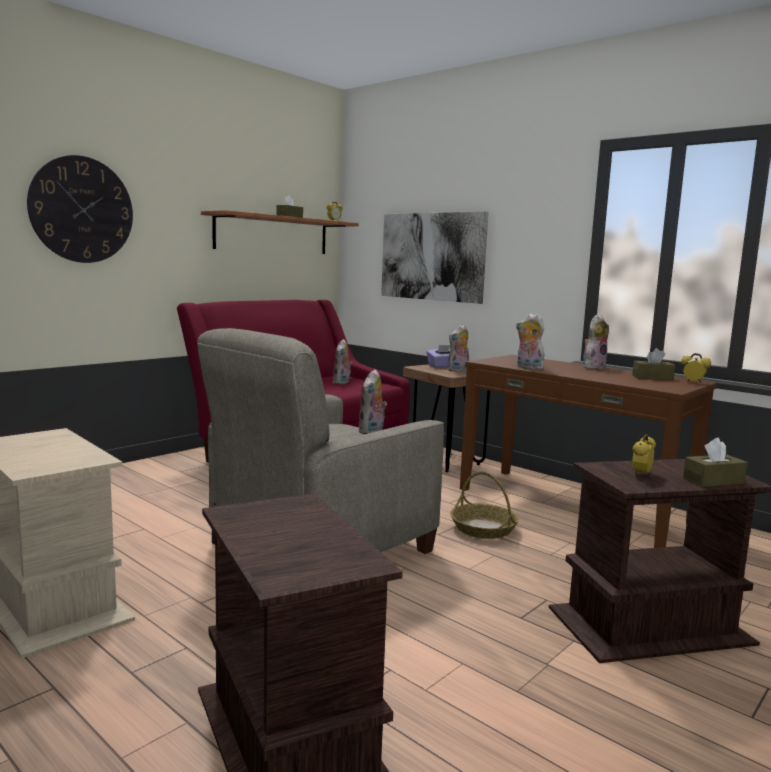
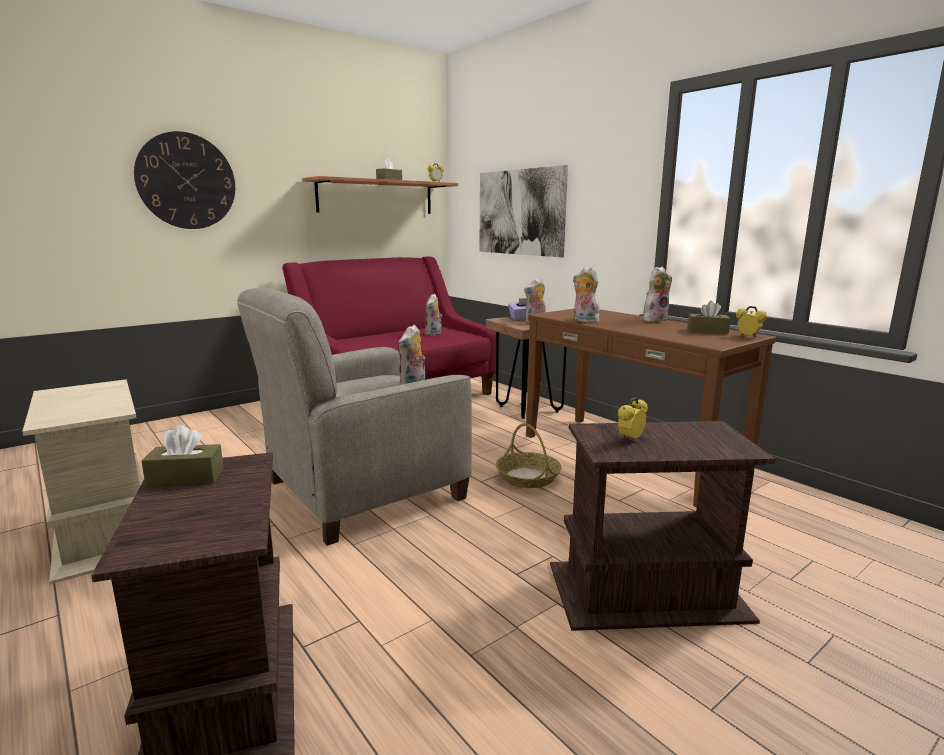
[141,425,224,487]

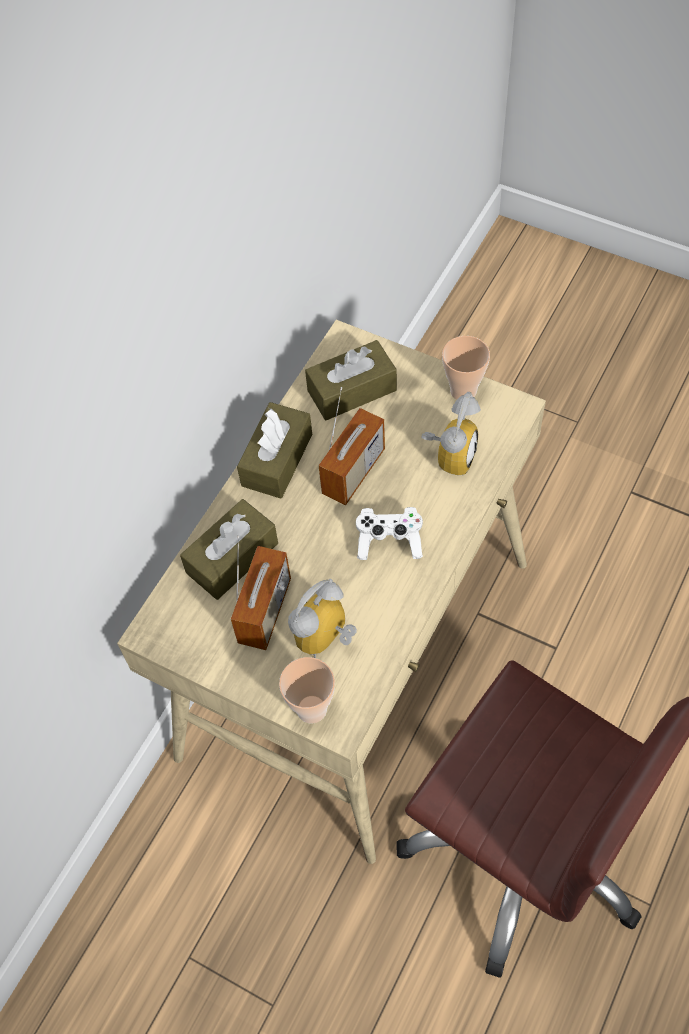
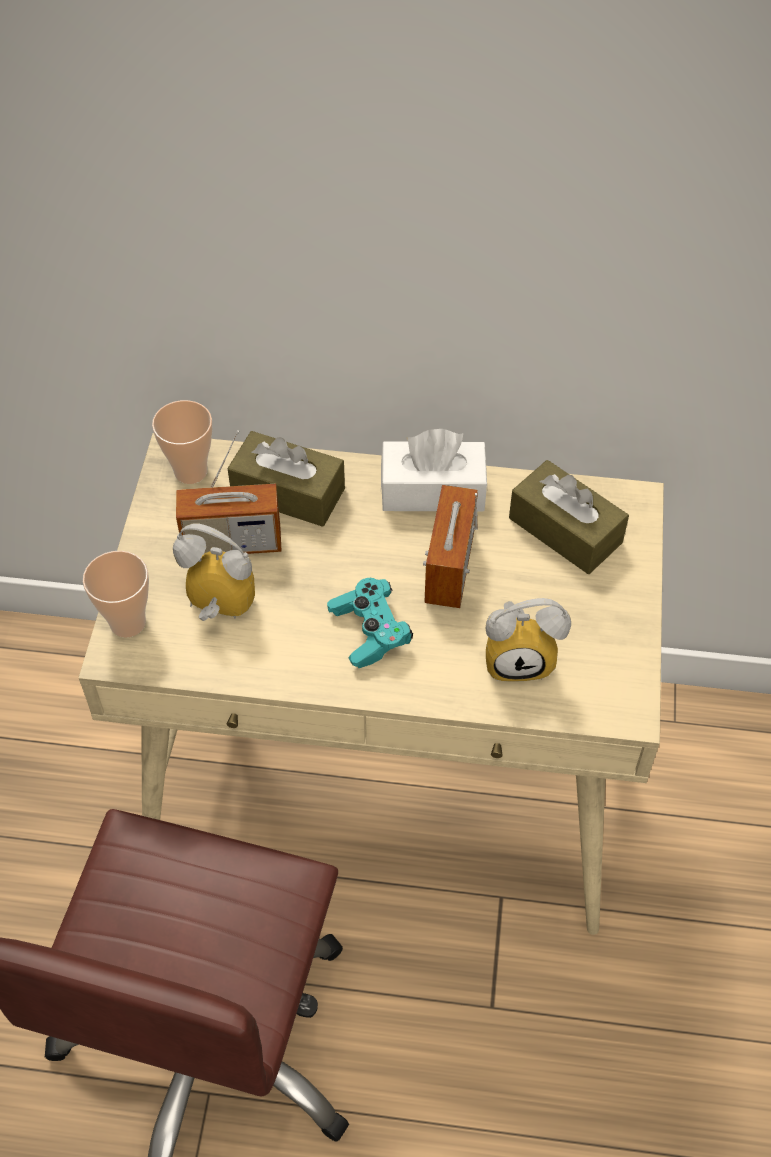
[152,400,213,484]
[423,485,478,608]
[381,429,487,512]
[327,578,413,668]

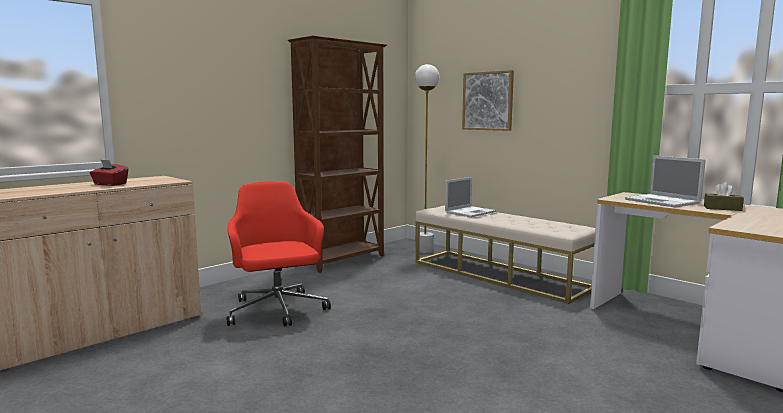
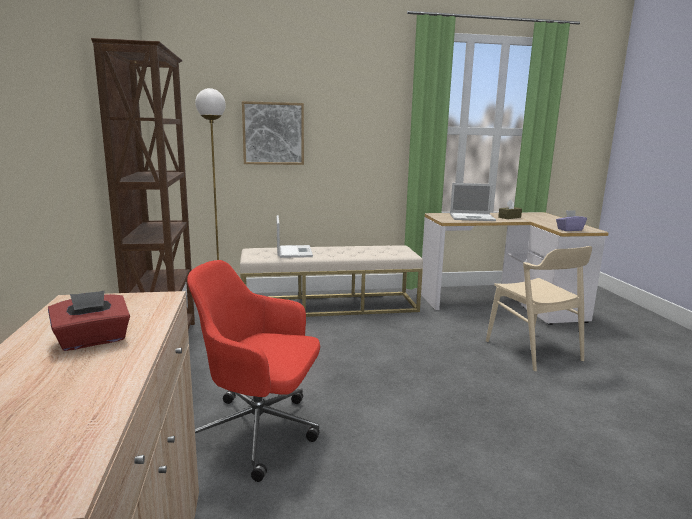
[556,210,587,231]
[486,246,592,371]

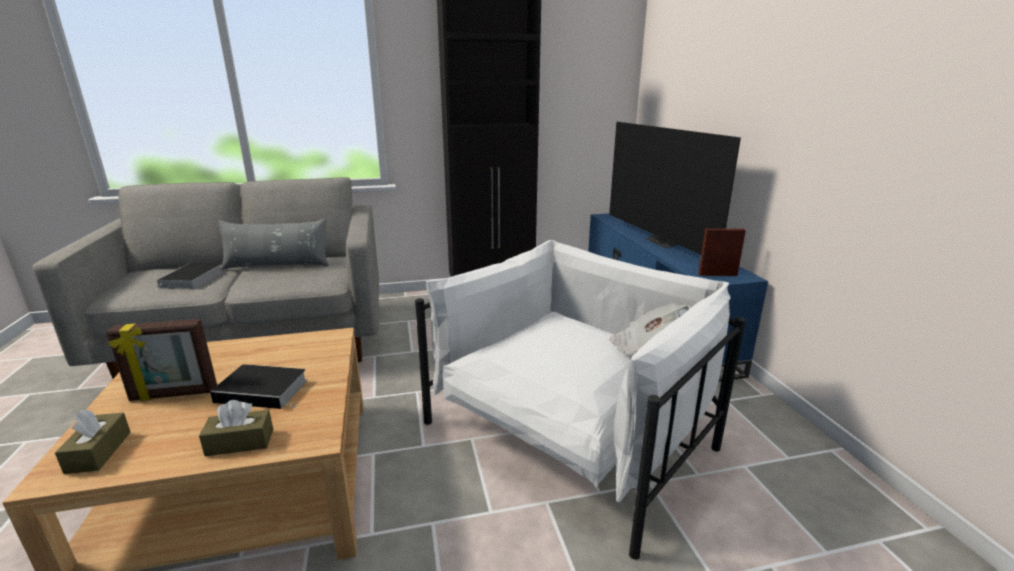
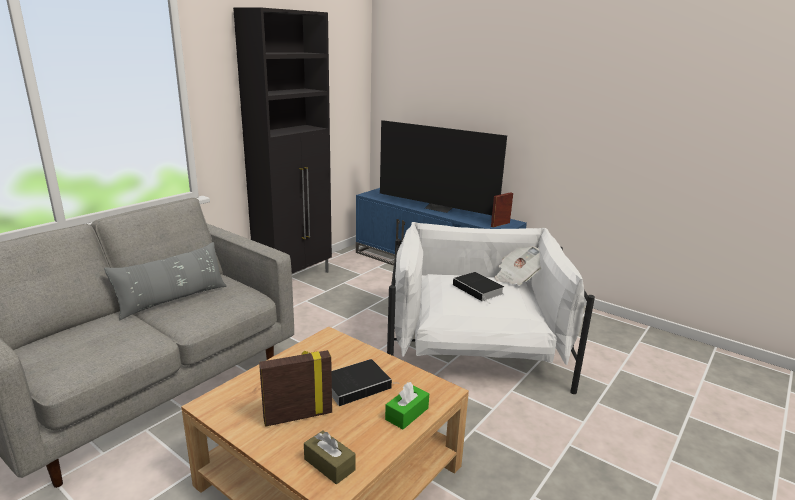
[453,272,504,304]
[259,350,332,427]
[385,382,429,430]

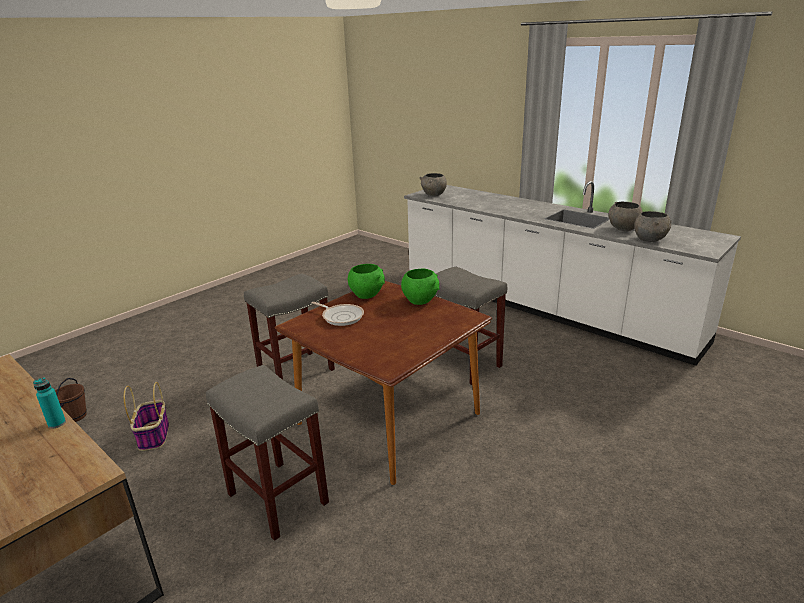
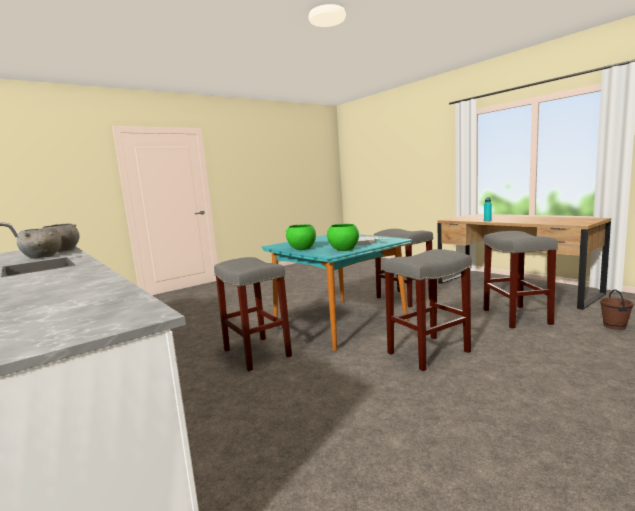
[420,173,447,196] (first image)
[261,234,412,351]
[484,231,558,328]

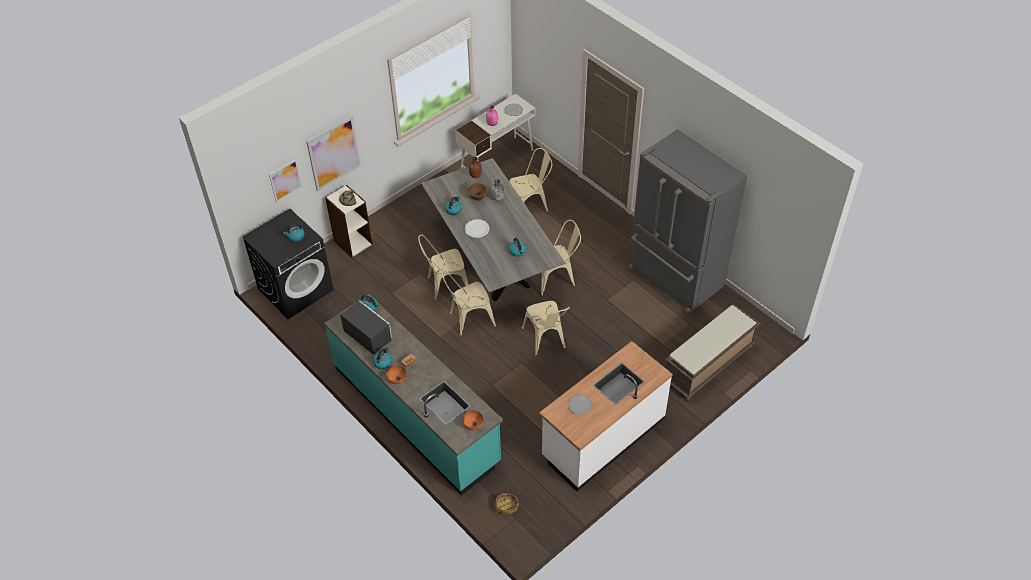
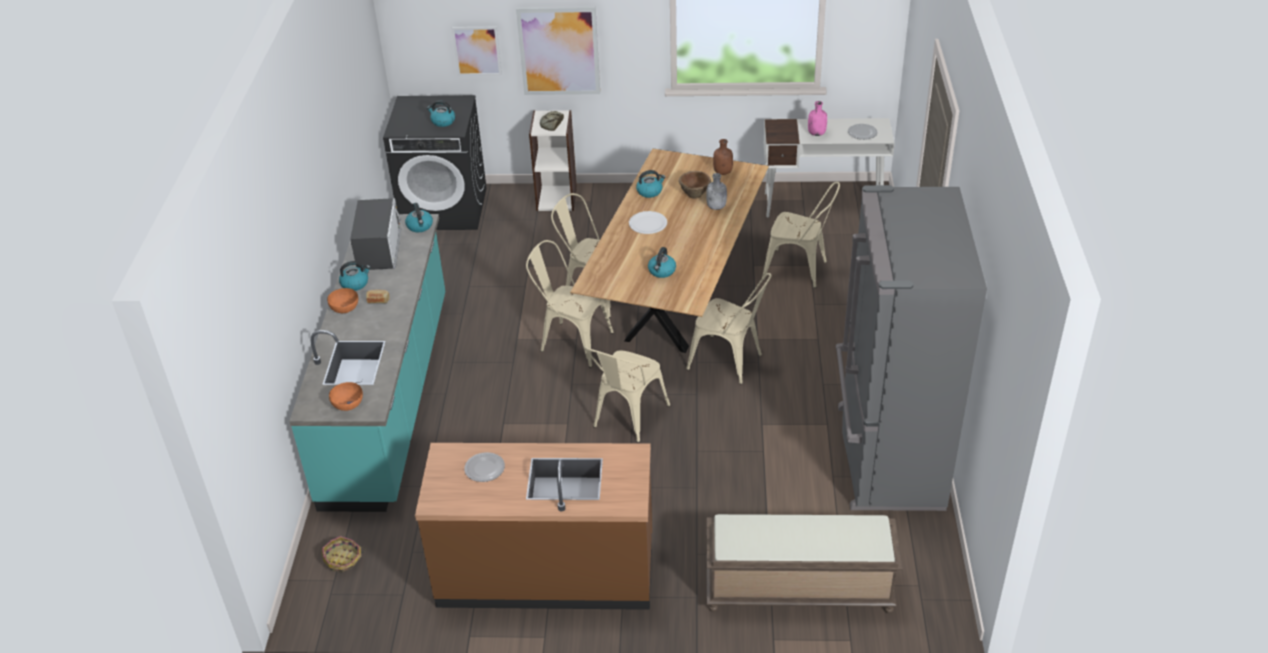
[570,148,769,353]
[415,443,652,610]

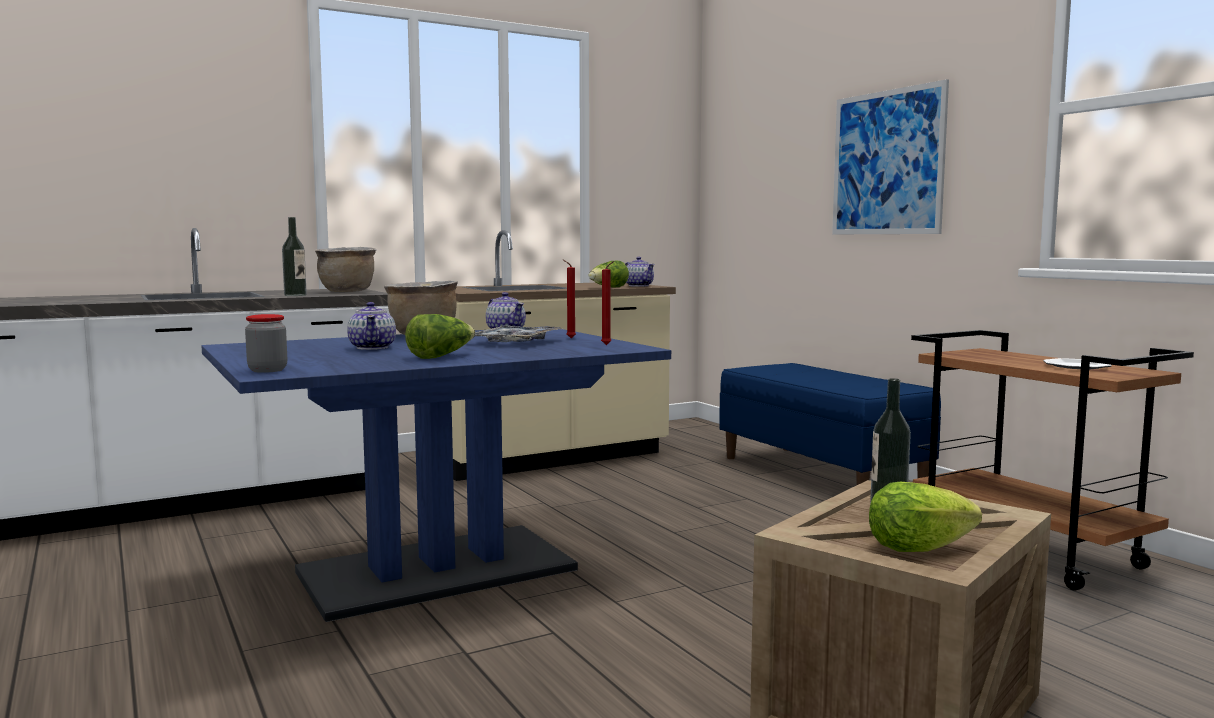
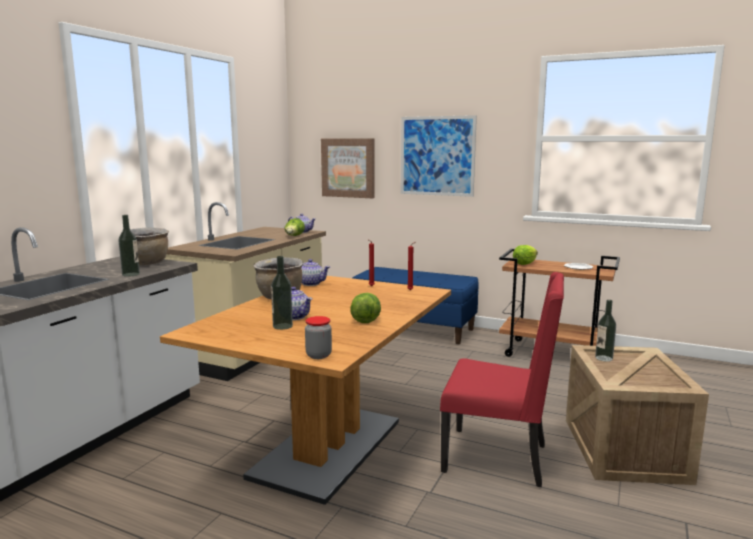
[474,325,562,342] (first image)
[160,276,451,505]
[513,245,538,265]
[321,138,374,198]
[271,256,293,330]
[440,272,564,487]

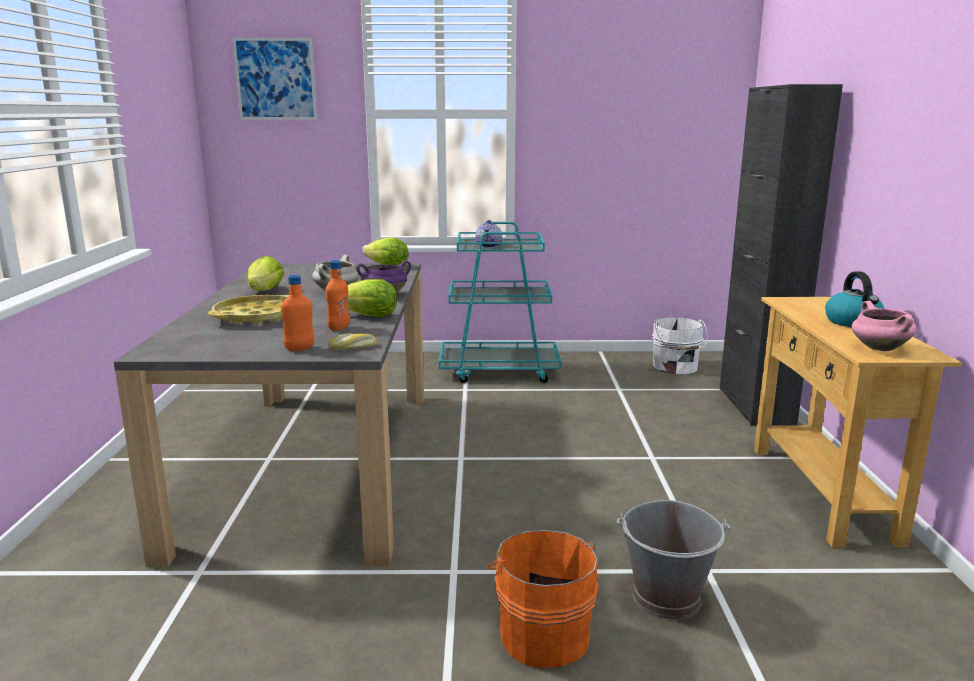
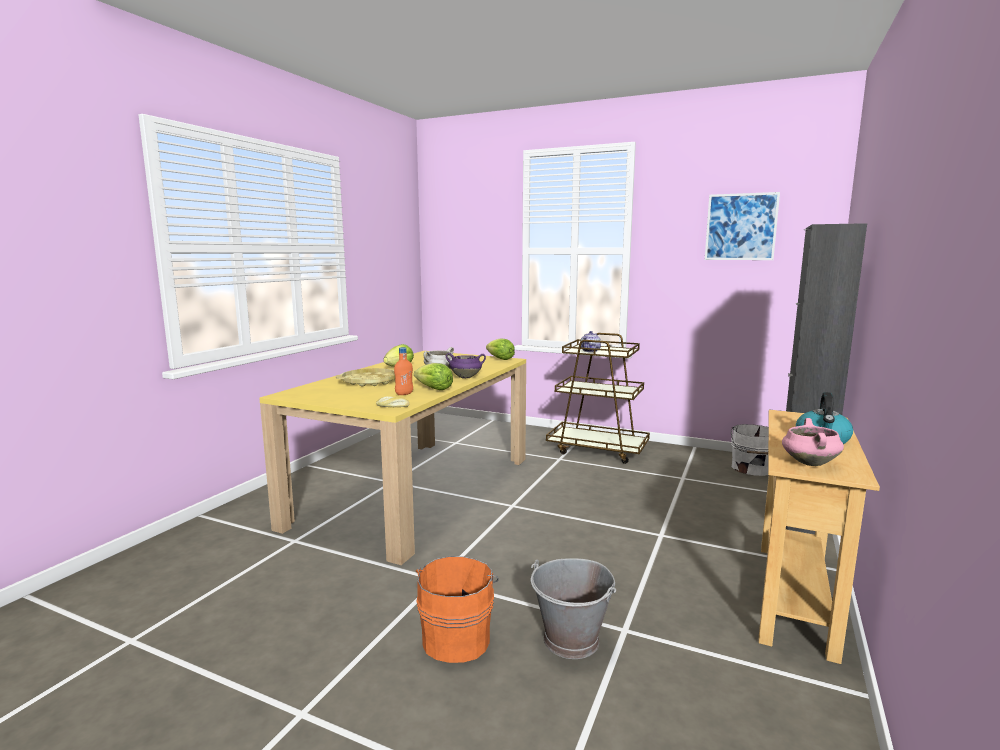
[705,192,780,260]
[546,333,650,464]
[259,351,526,565]
[281,275,315,351] (first image)

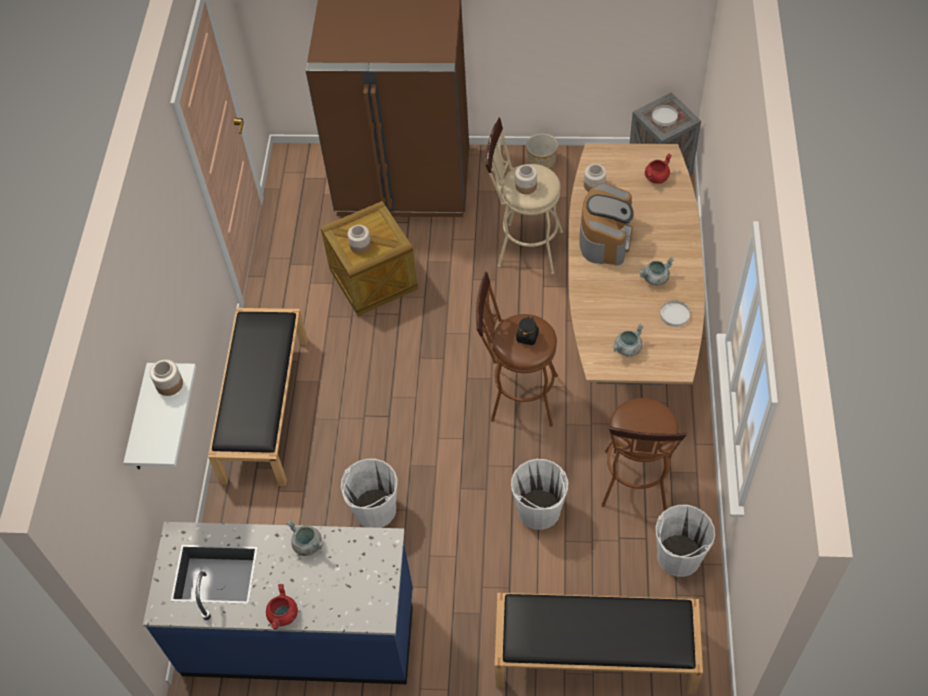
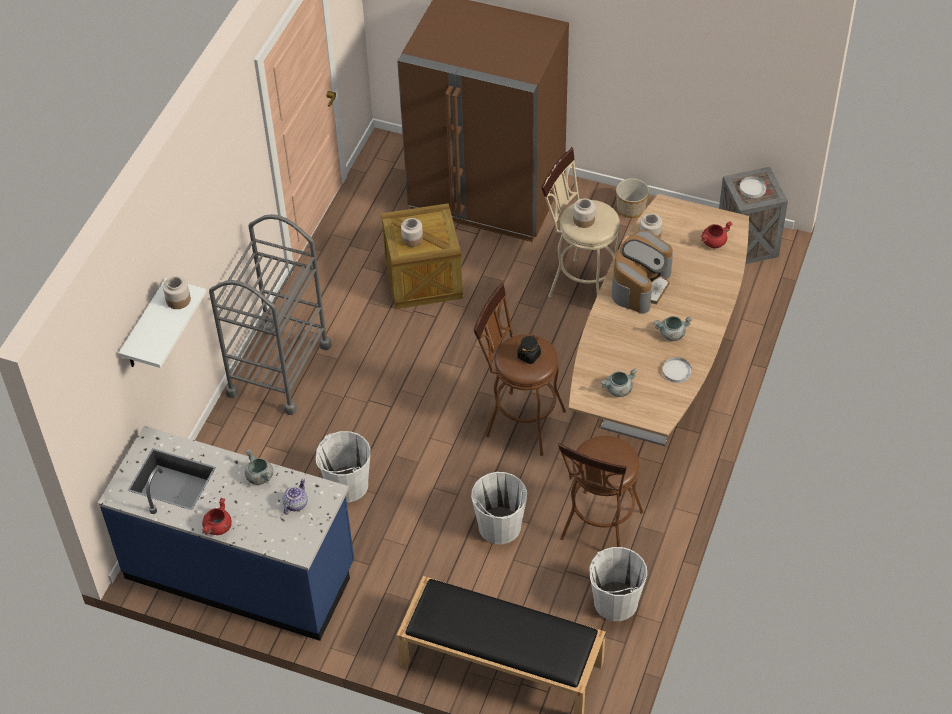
[209,214,331,415]
[283,479,307,515]

